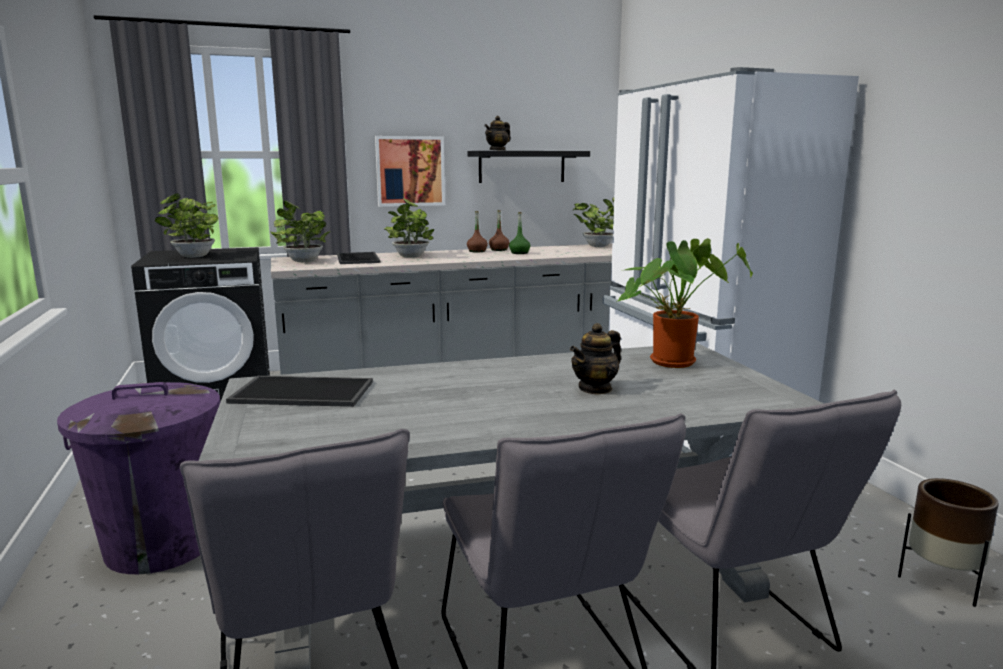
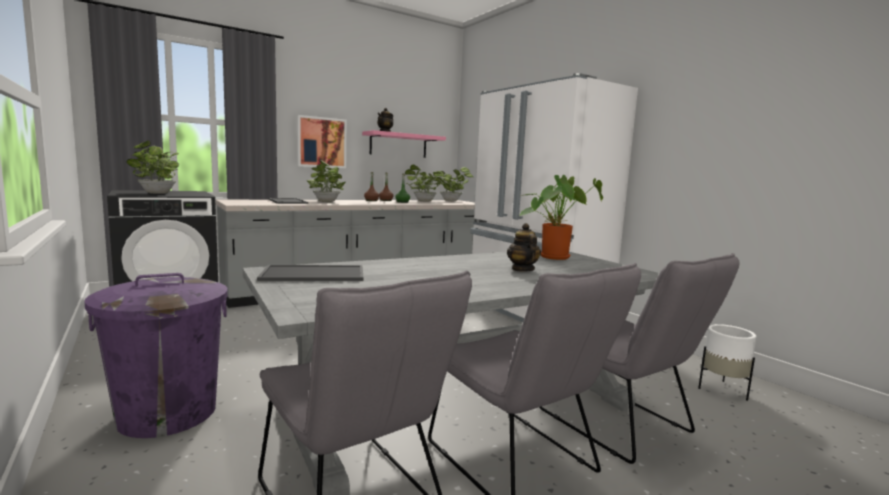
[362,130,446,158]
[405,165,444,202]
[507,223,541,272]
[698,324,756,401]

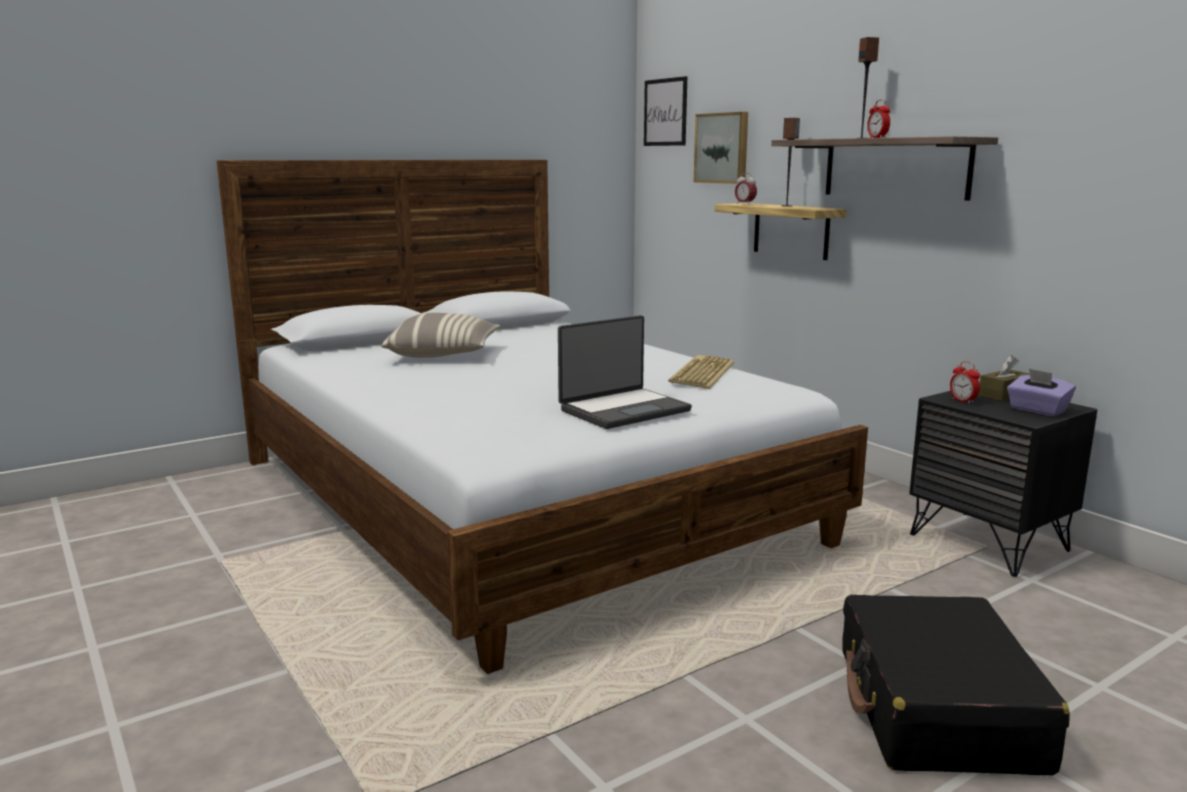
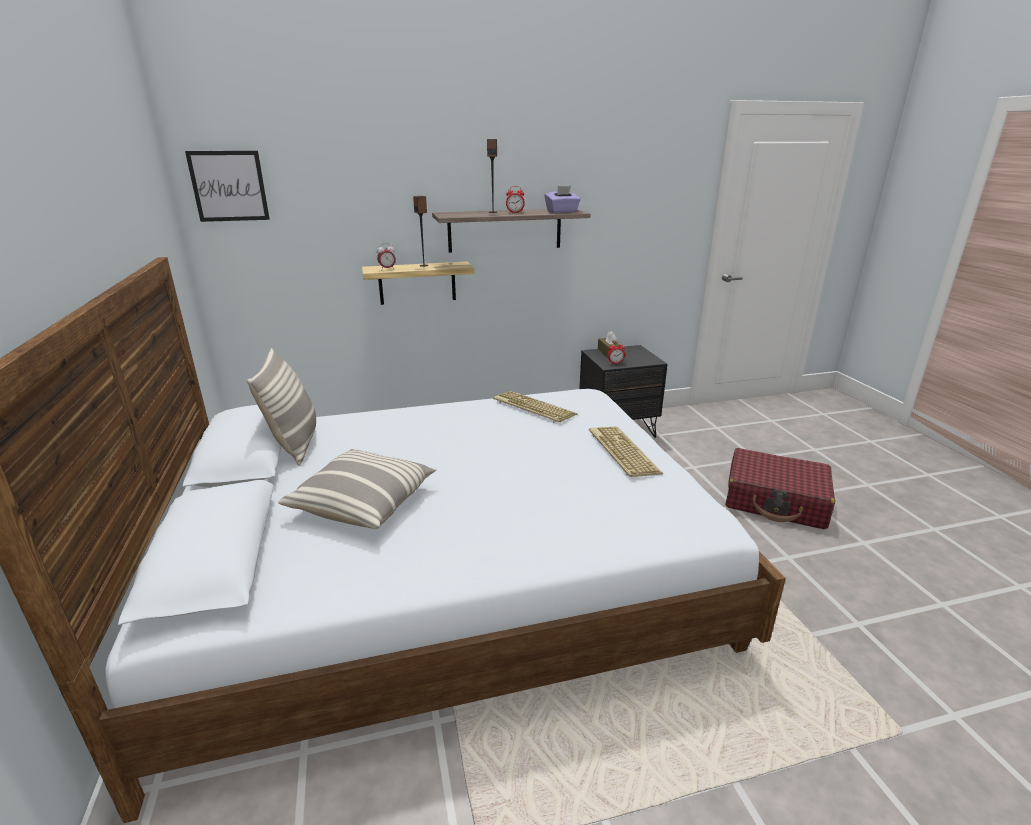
[694,112,748,184] (first image)
[589,427,663,477]
[545,186,581,213]
[725,448,835,529]
[247,348,316,466]

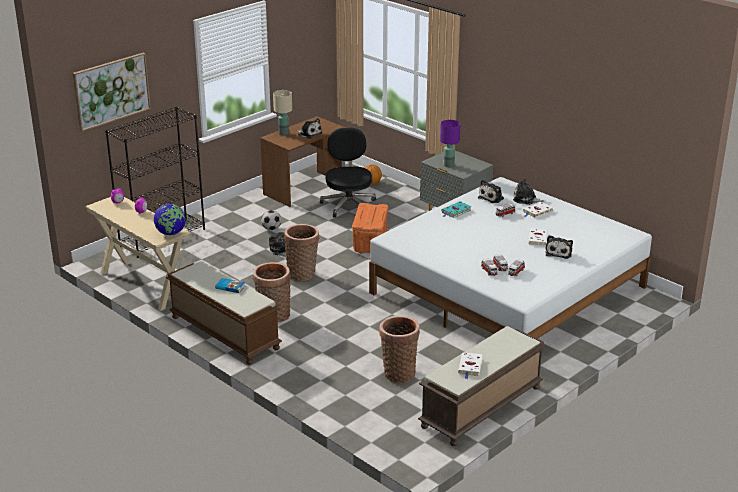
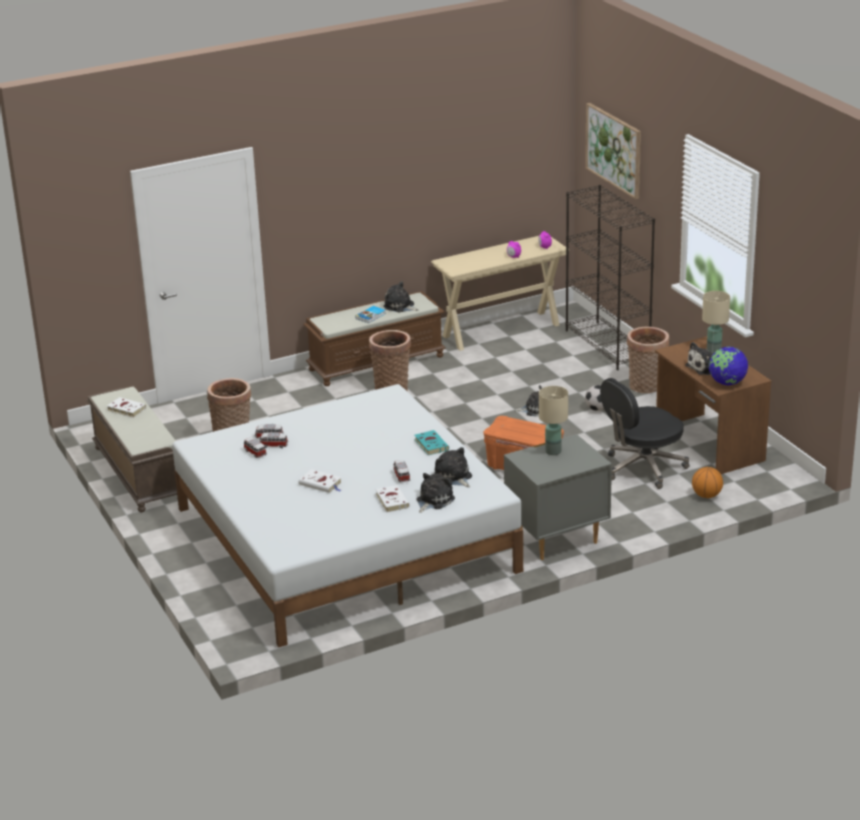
[539,386,568,455]
[600,378,689,489]
[709,347,748,386]
[627,327,669,393]
[383,281,419,313]

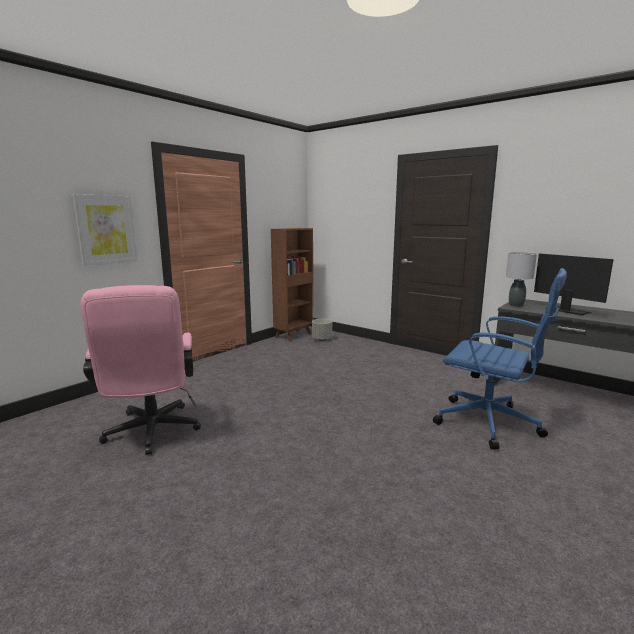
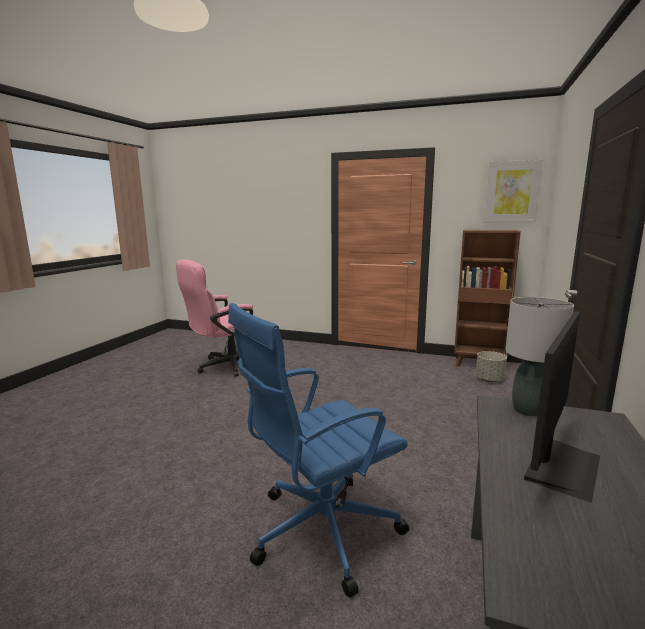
[484,160,543,223]
[228,303,409,598]

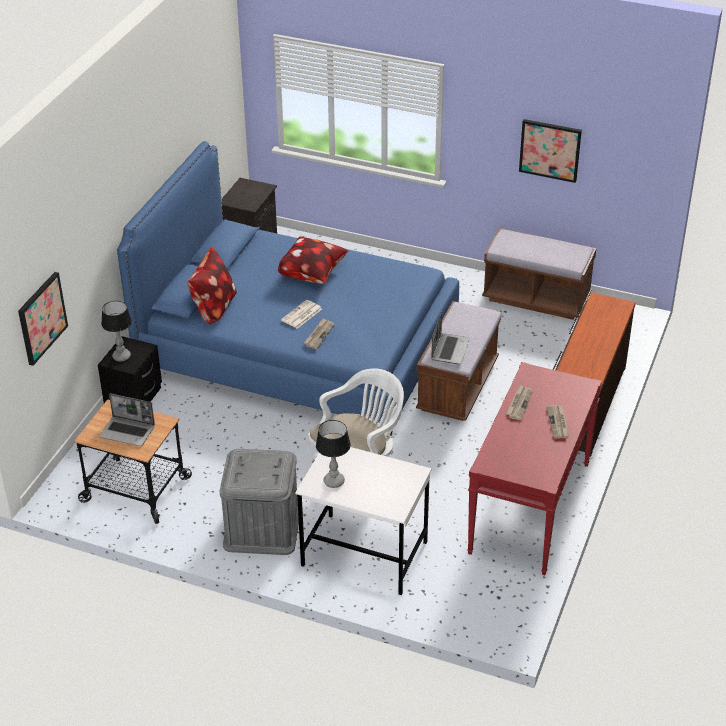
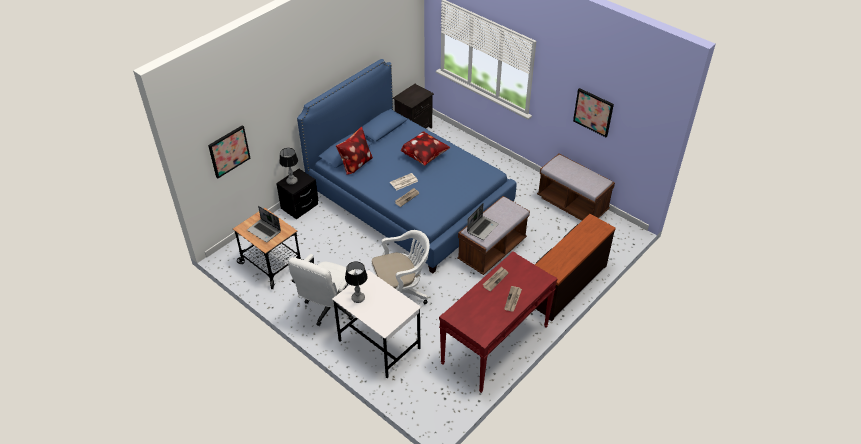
[288,254,356,326]

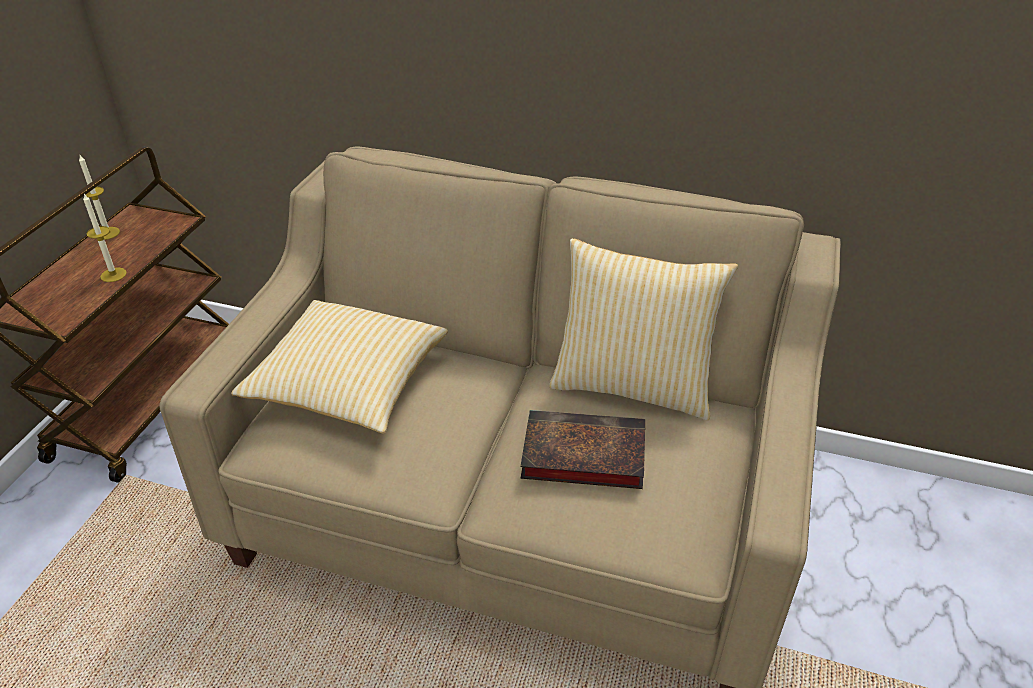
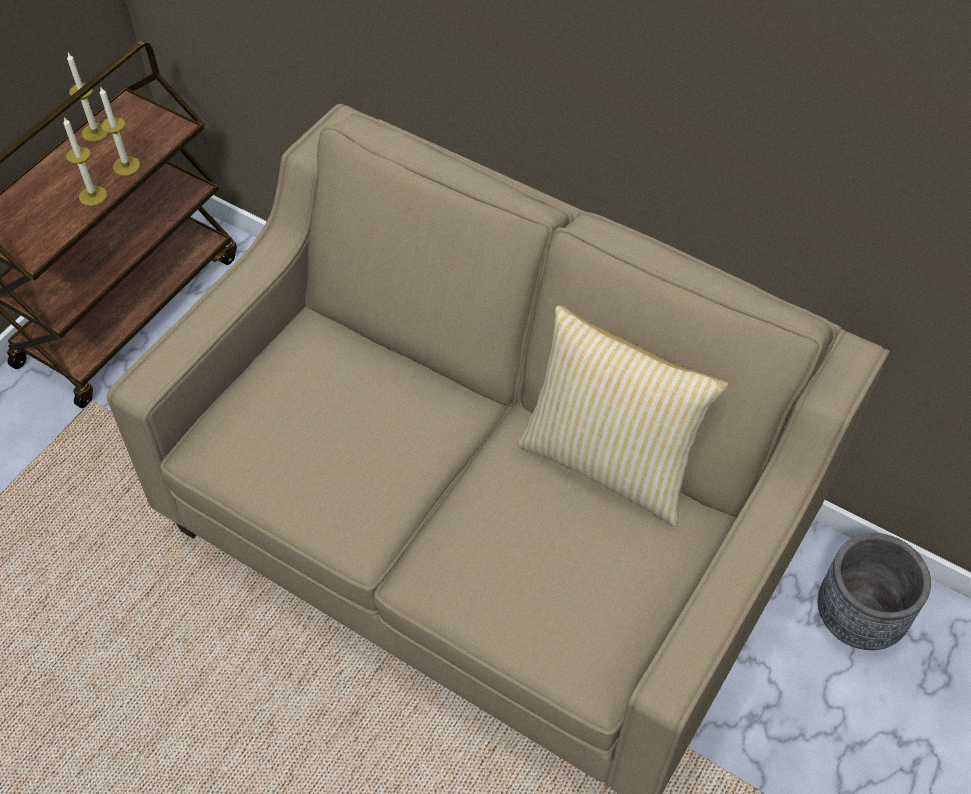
[231,300,448,434] (first image)
[520,410,645,489] (first image)
[100,87,140,176]
[818,533,931,650]

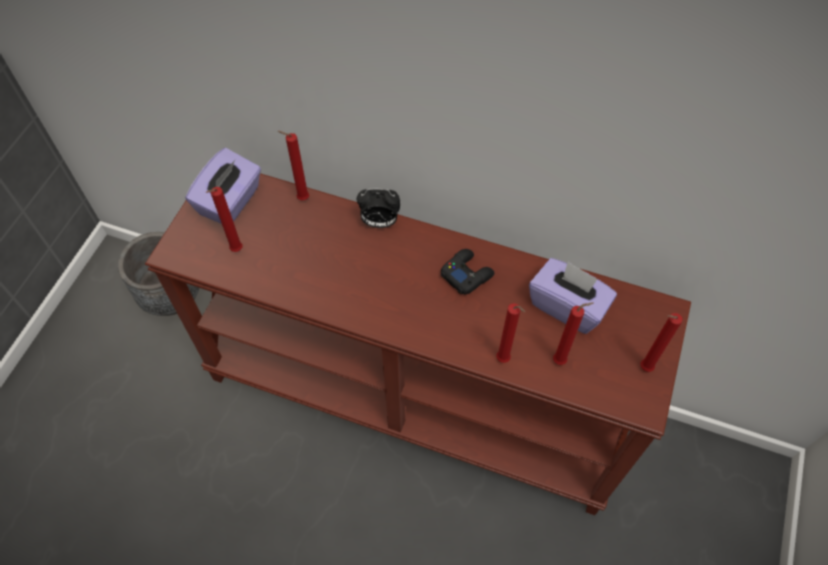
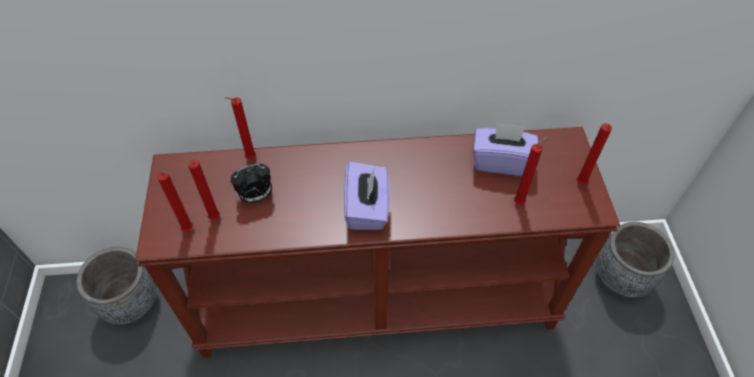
[344,162,390,230]
[231,164,272,203]
[441,249,494,294] (first image)
[157,171,193,232]
[596,222,675,298]

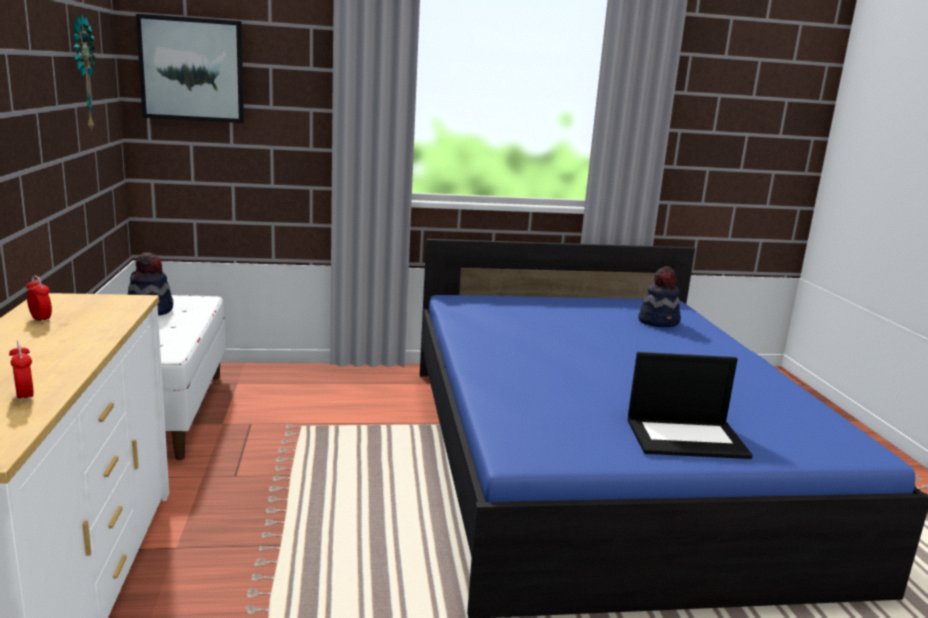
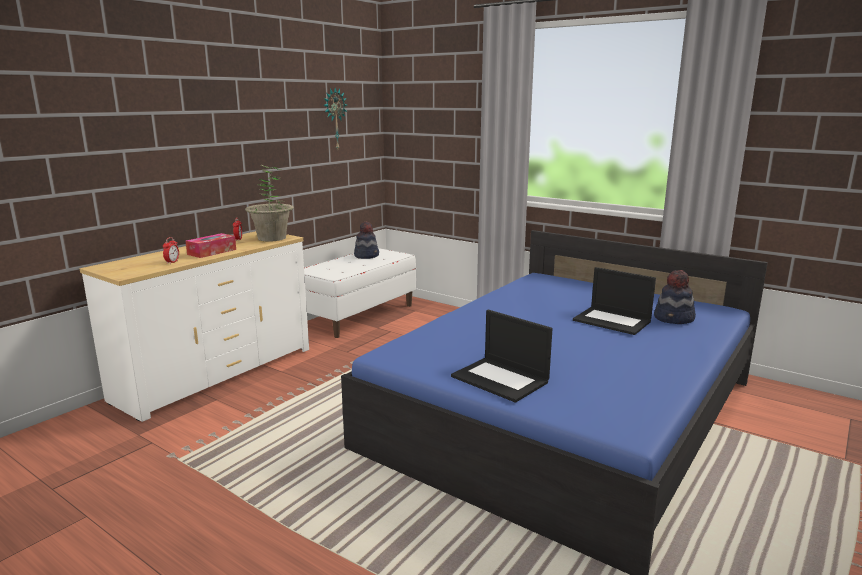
[136,14,244,123] (first image)
[245,165,294,242]
[185,233,236,258]
[573,267,656,335]

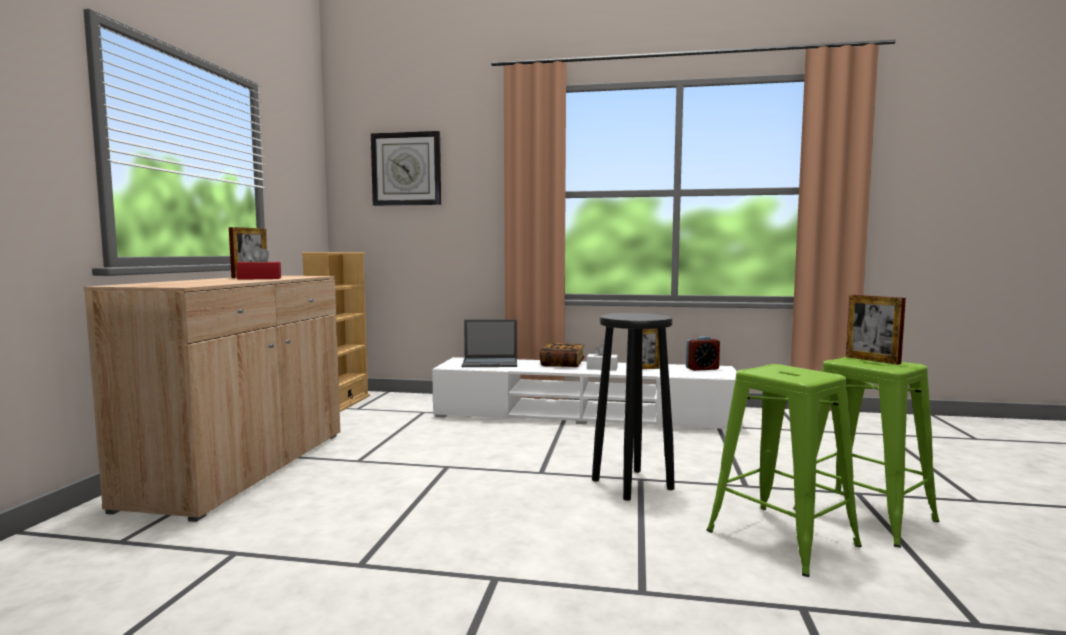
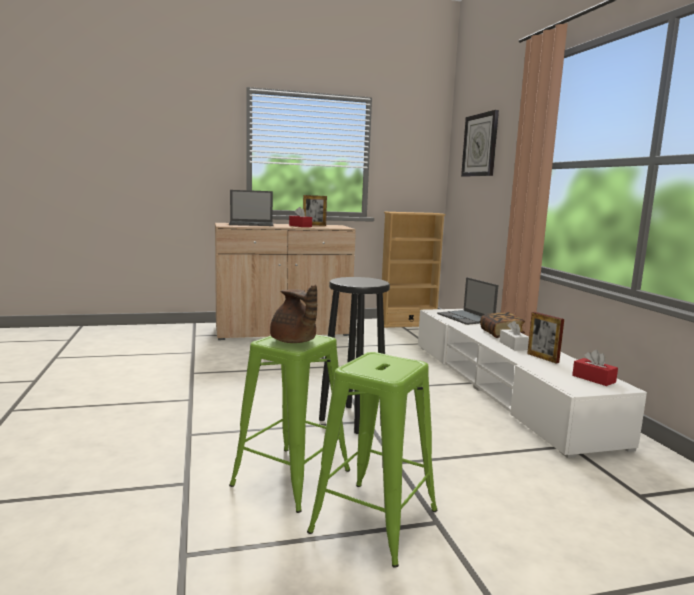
[846,295,906,365] (first image)
[572,350,618,386]
[229,190,274,226]
[270,285,317,343]

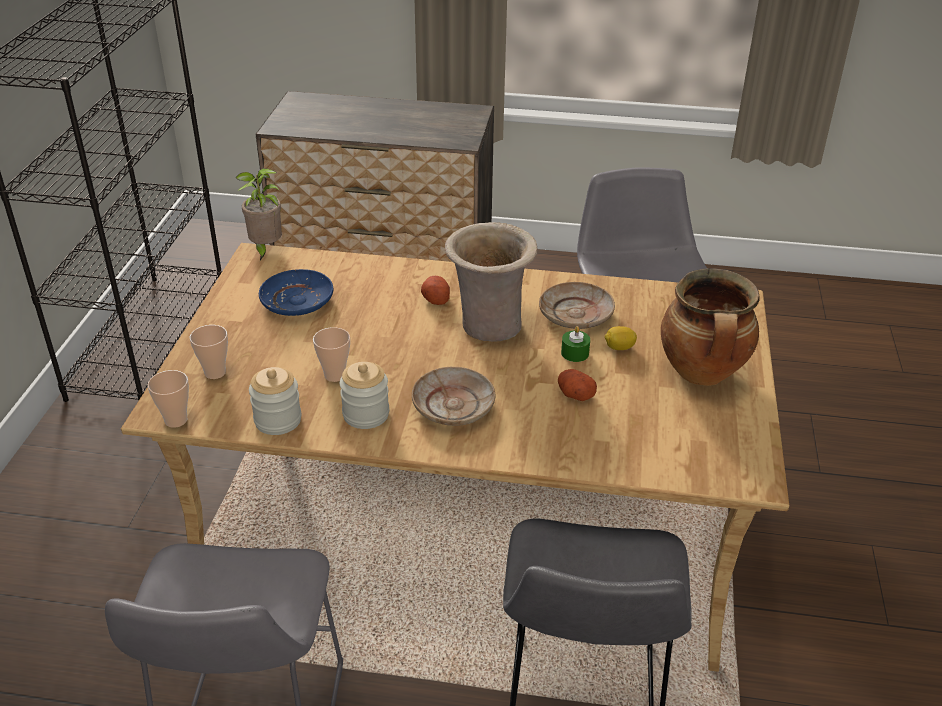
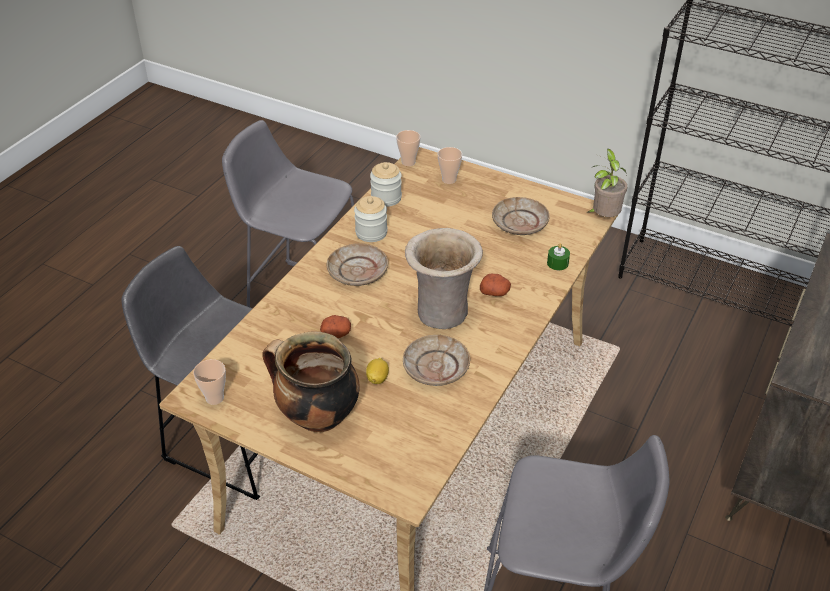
[492,197,550,235]
[547,243,570,270]
[193,359,226,405]

